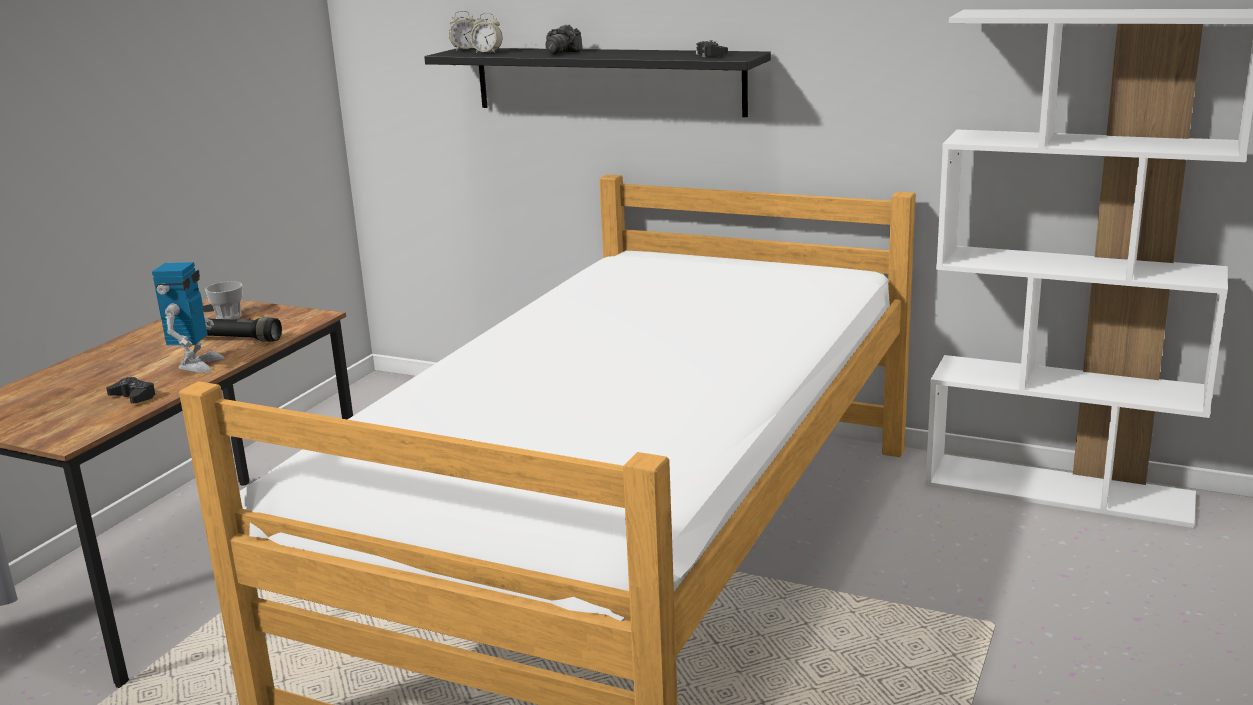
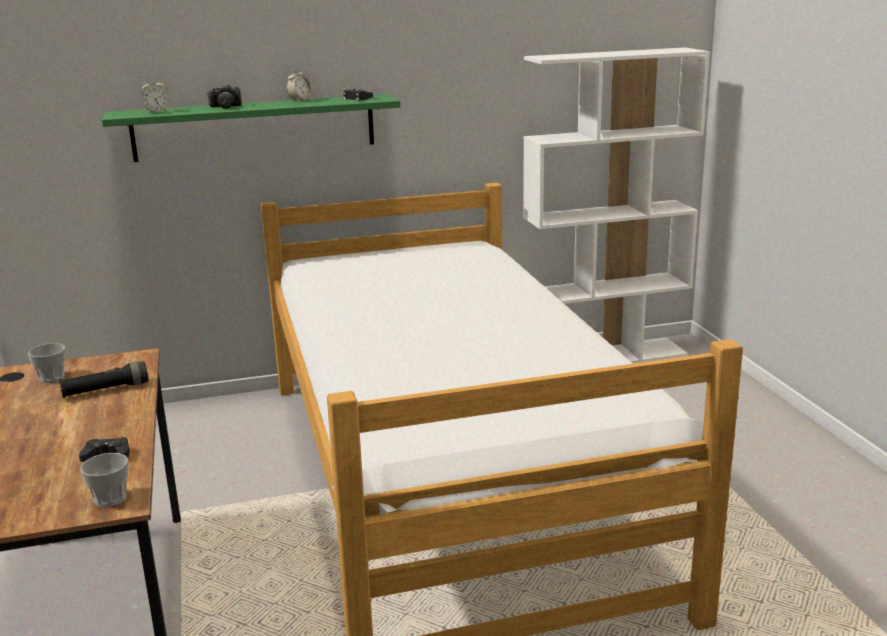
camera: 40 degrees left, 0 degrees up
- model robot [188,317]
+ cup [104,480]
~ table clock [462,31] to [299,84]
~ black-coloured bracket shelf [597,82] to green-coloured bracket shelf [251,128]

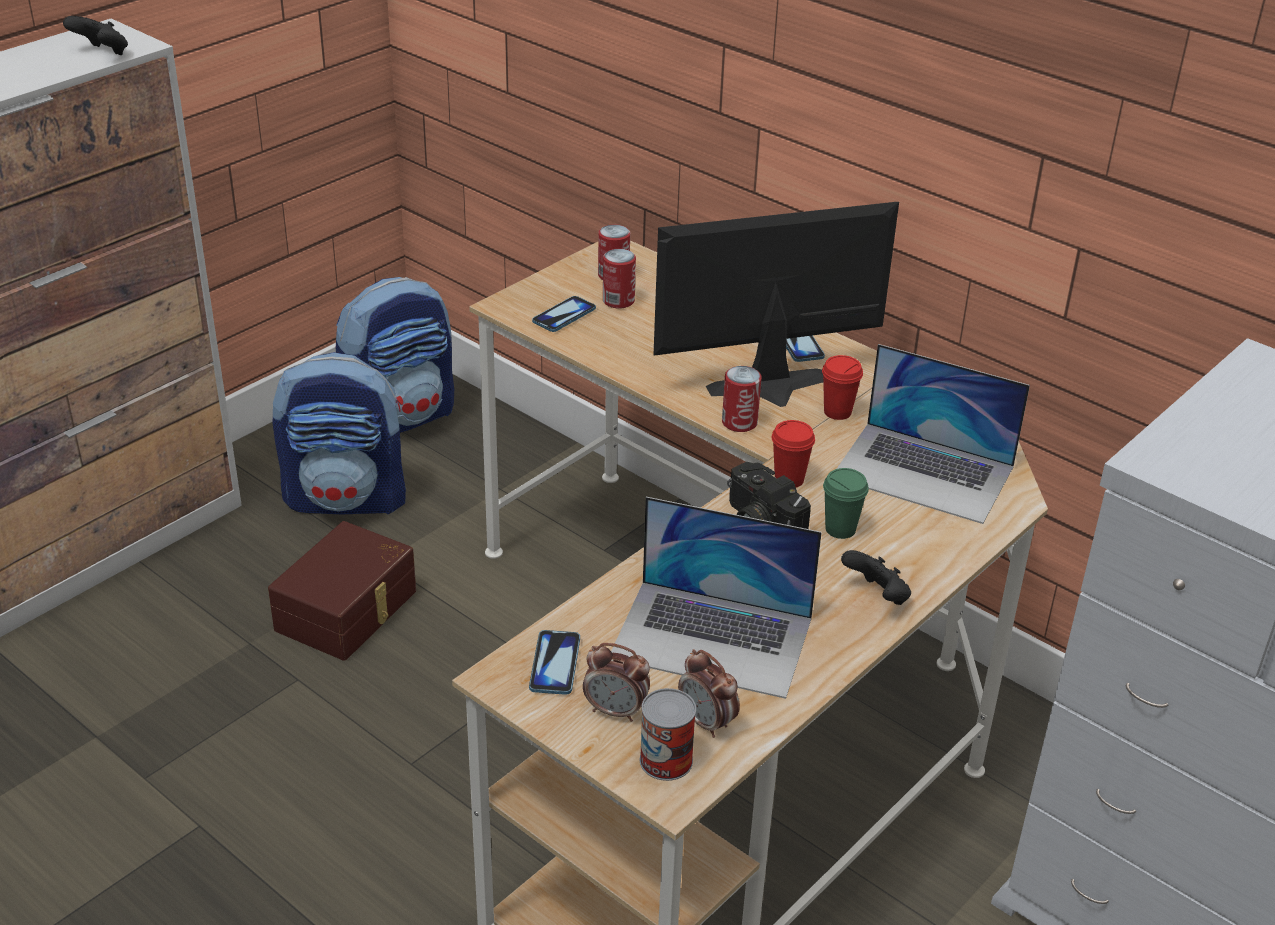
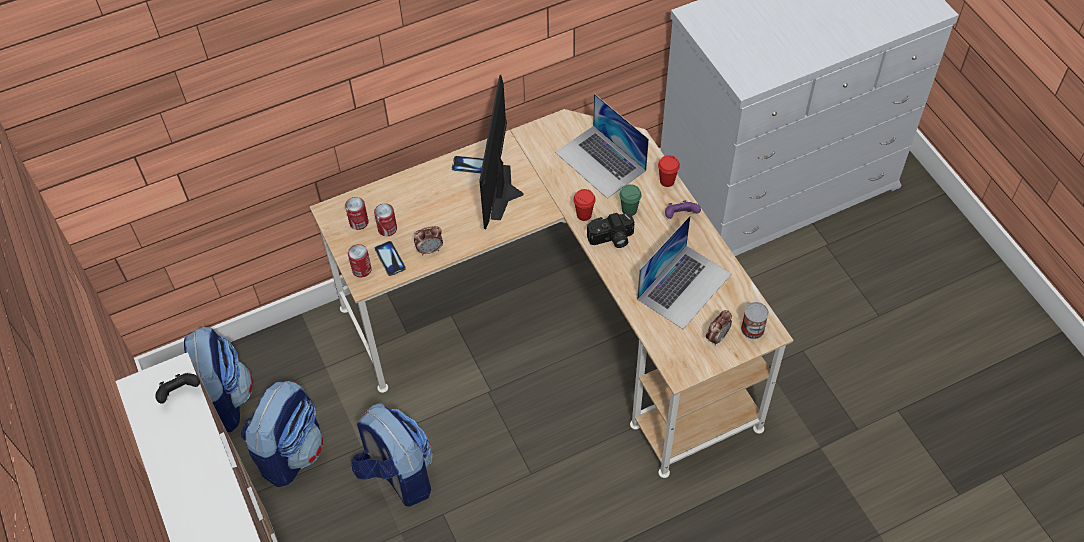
camera: 65 degrees left, 20 degrees up
- telephone [554,662]
~ table clock [709,693] to [428,241]
~ can [742,399] to [360,260]
~ reddish cup [842,387] to [669,171]
~ brown-coloured storage container [342,591] to rucksack [391,455]
~ black-coloured joypad [876,577] to purple-coloured joypad [683,209]
~ laptop [933,434] = [602,146] 90 degrees clockwise

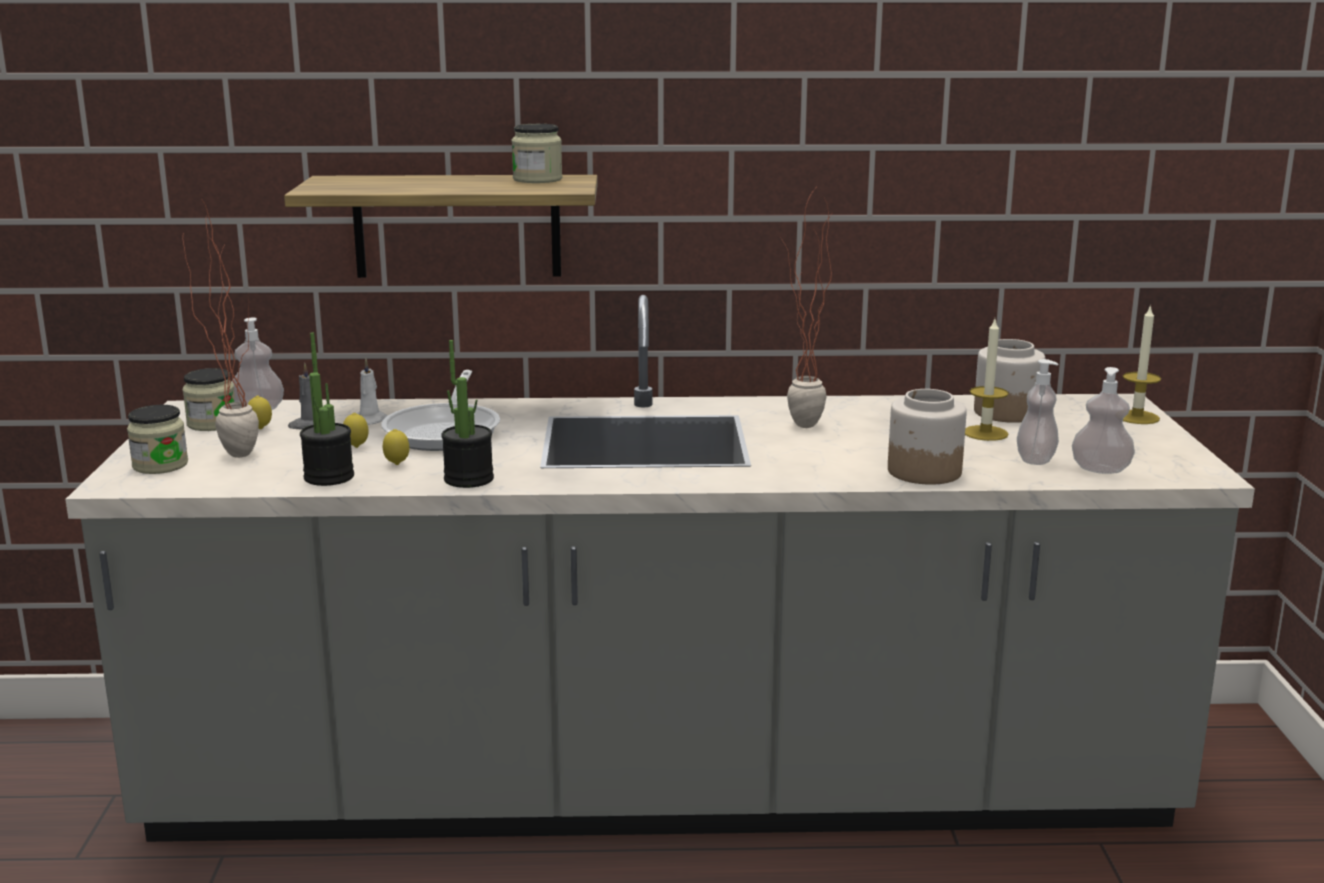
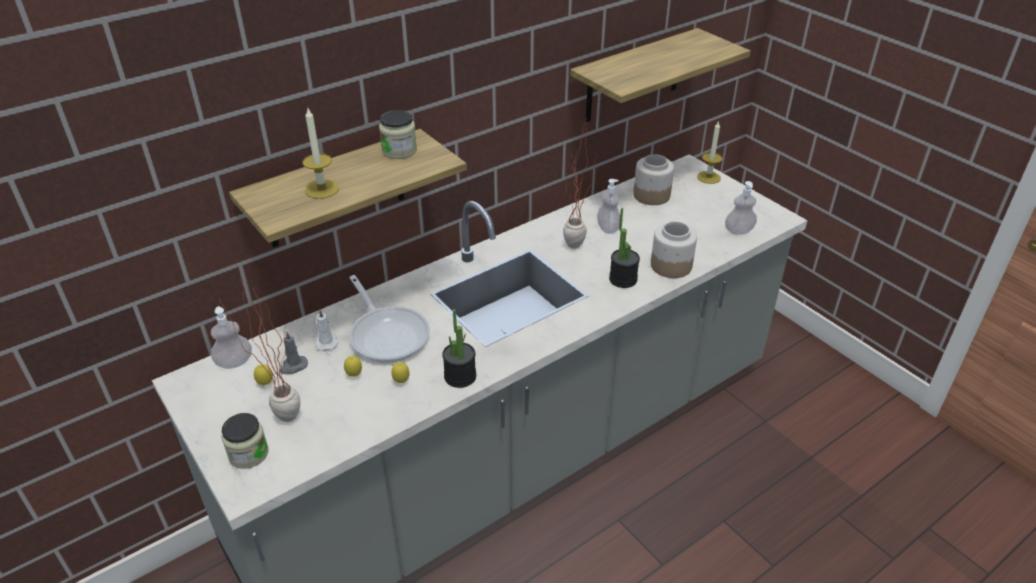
camera: 35 degrees left, 20 degrees up
- storage jar [209,399]
+ bracket shelf [660,75]
~ houseplant [327,409] to [624,248]
~ candle [987,380] to [320,153]
~ soap bottle [1038,412] to [608,206]

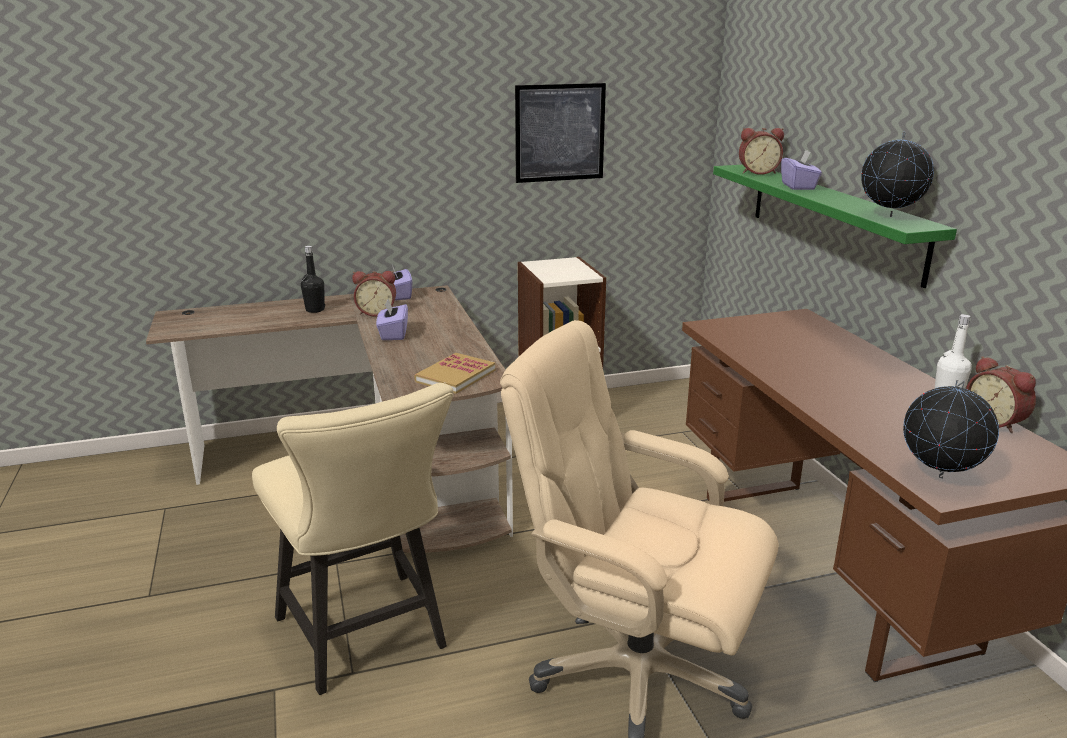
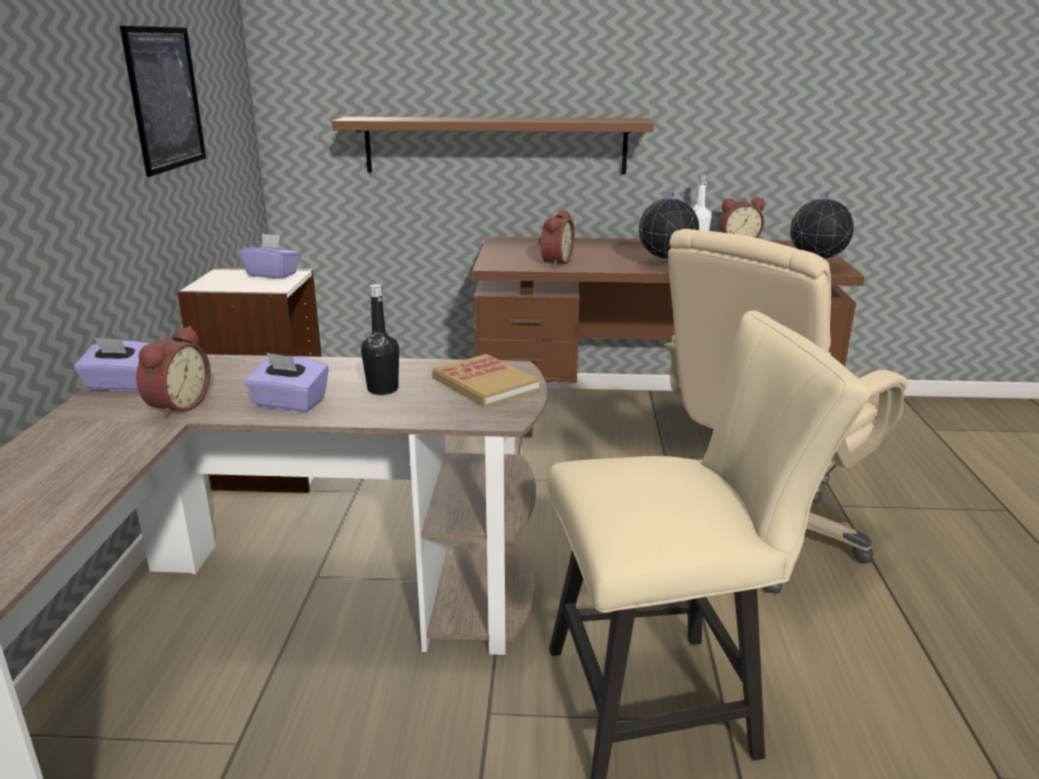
camera: 70 degrees left, 0 degrees up
~ black-coloured bottle [313,279] to [380,339]
~ table clock [761,151] to [557,238]
~ purple-coloured tissue box [801,170] to [269,256]
~ world globe [897,174] to [669,228]
~ green-coloured bracket shelf [835,226] to brown-coloured bracket shelf [493,145]

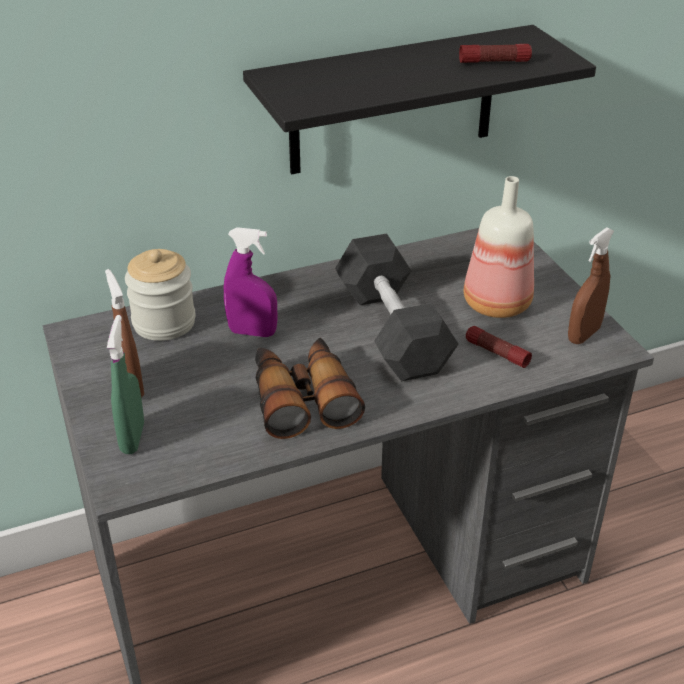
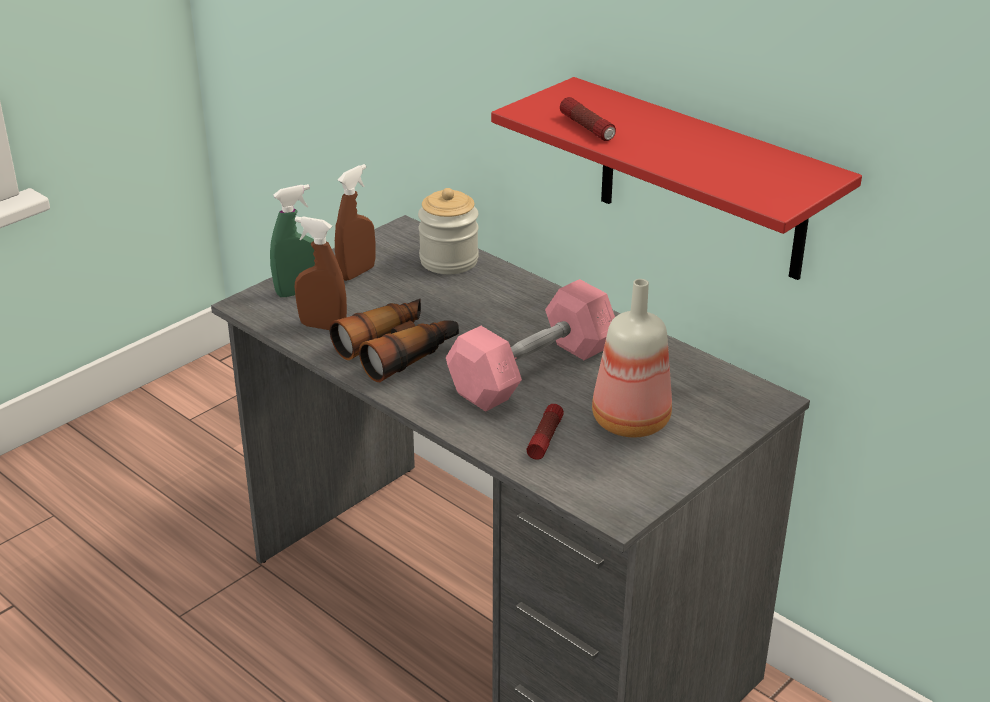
camera: 65 degrees right, 5 degrees down
- purple-coloured sprayer [250,282]
~ hand torch [495,53] to [588,119]
~ brown-coloured sprayer [591,285] to [321,273]
~ black-coloured bracket shelf [419,99] to reddish bracket shelf [676,178]
~ grey free weight [396,307] to pink-coloured free weight [530,345]

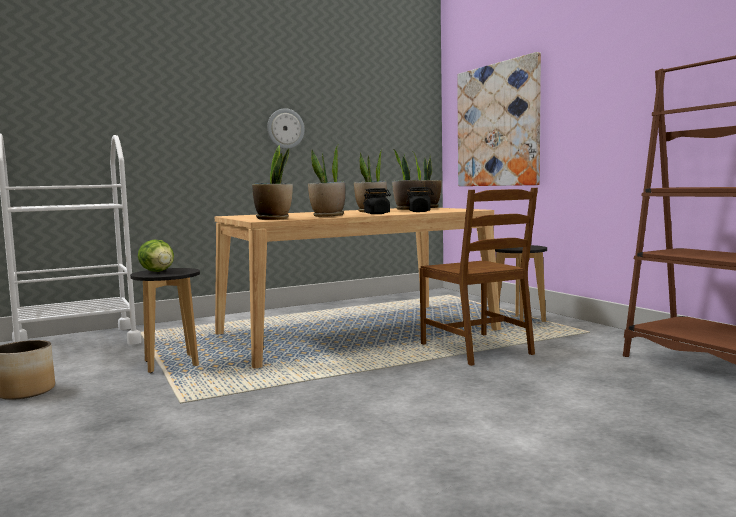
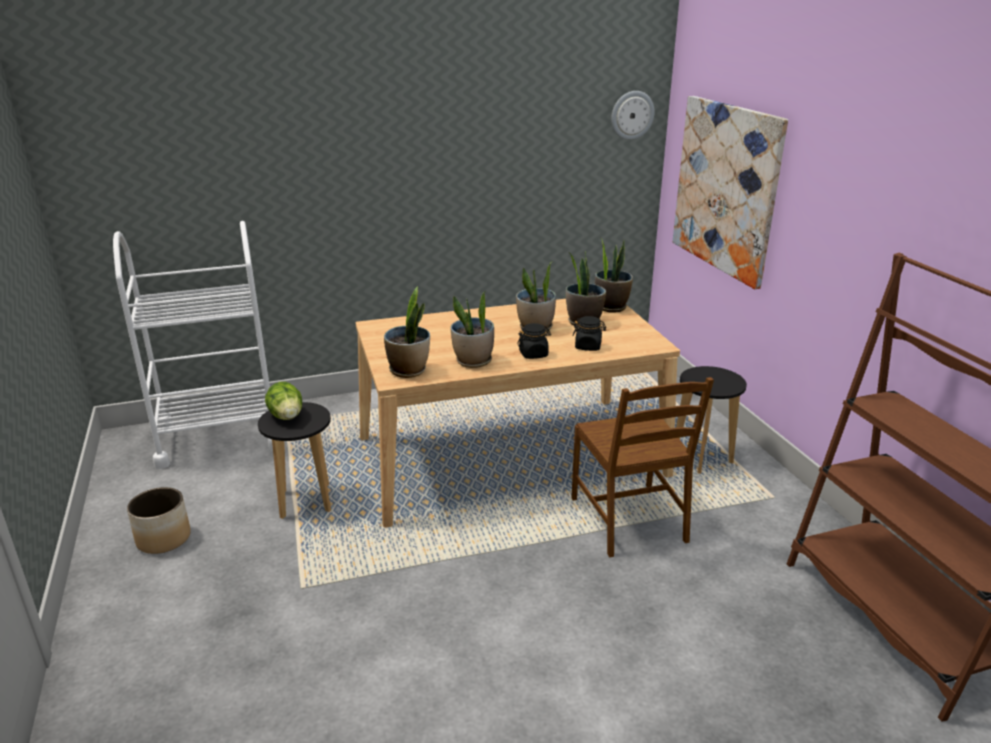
camera: 10 degrees right, 20 degrees up
~ wall clock [286,128] to [633,115]

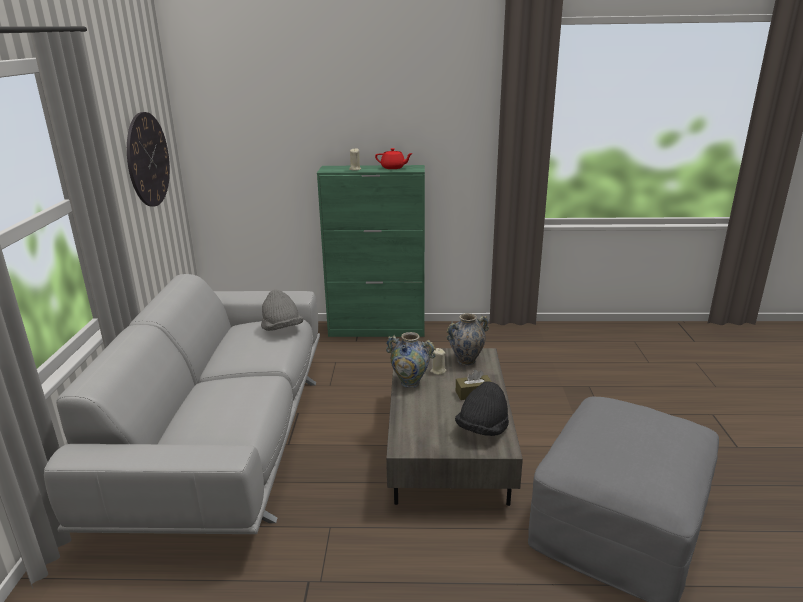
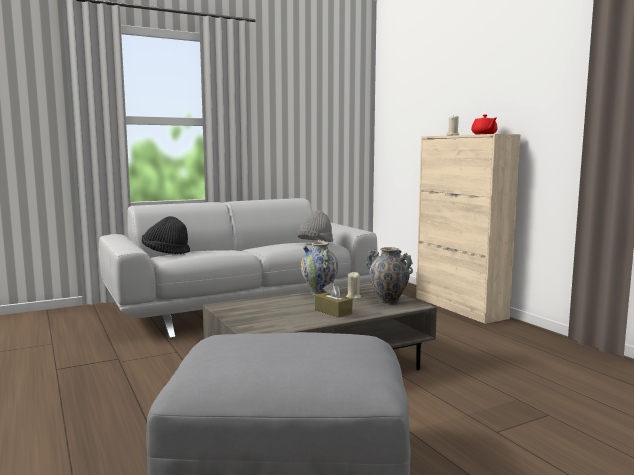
camera: 60 degrees right, 15 degrees down
- wall clock [148,159]
~ black-coloured hat [482,408] to [166,235]
~ green-coloured storage cabinet [371,251] to beige-coloured storage cabinet [468,229]

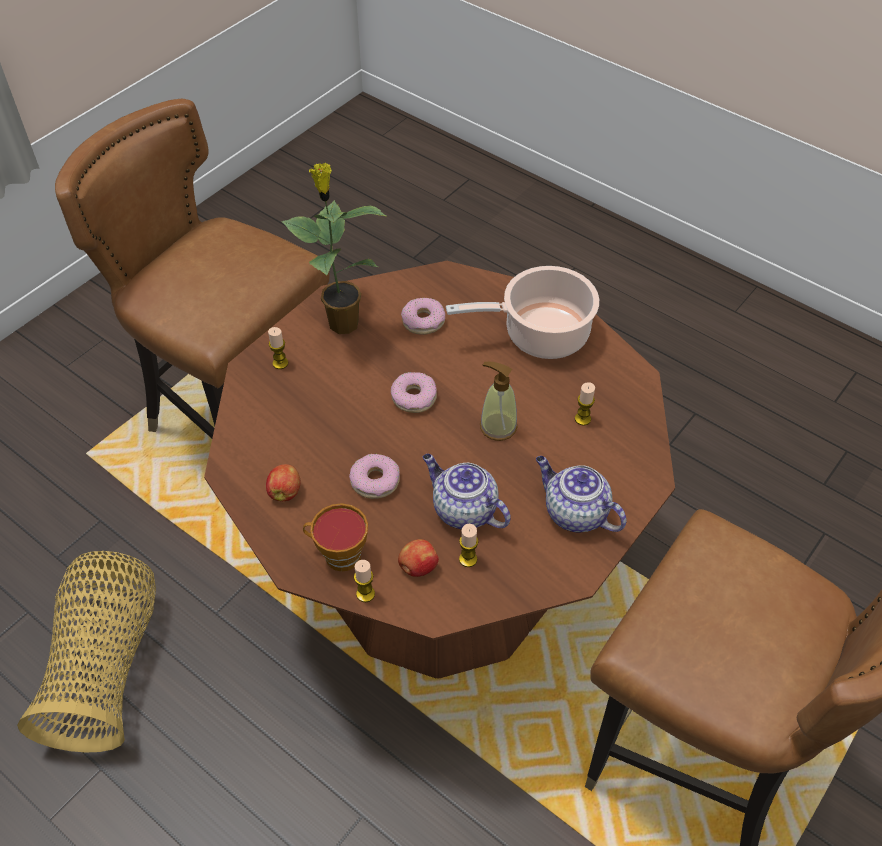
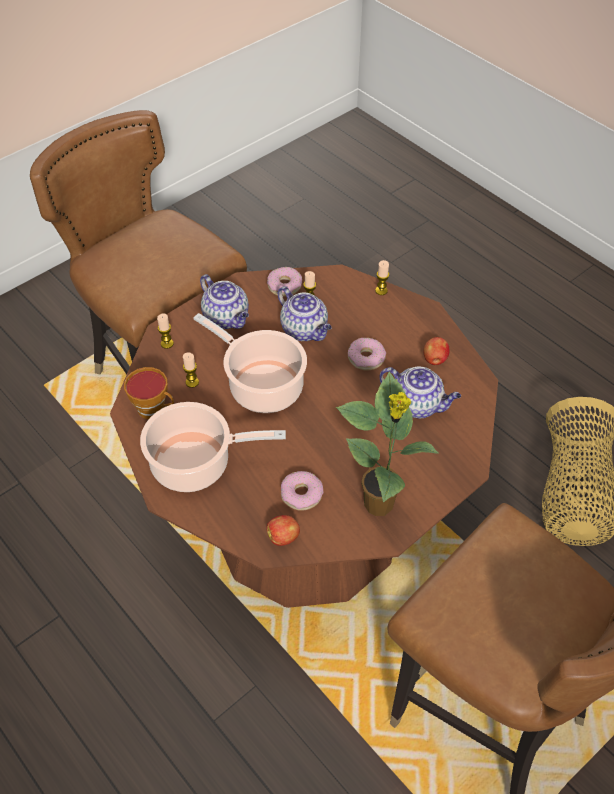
camera: 170 degrees left, 0 degrees up
+ tea pot [420,392]
~ candle [278,348] to [165,331]
~ cup [335,537] to [149,393]
~ donut [414,392] to [284,282]
~ apple fruit [418,558] to [283,530]
~ soap bottle [499,401] to cooking pot [250,363]

